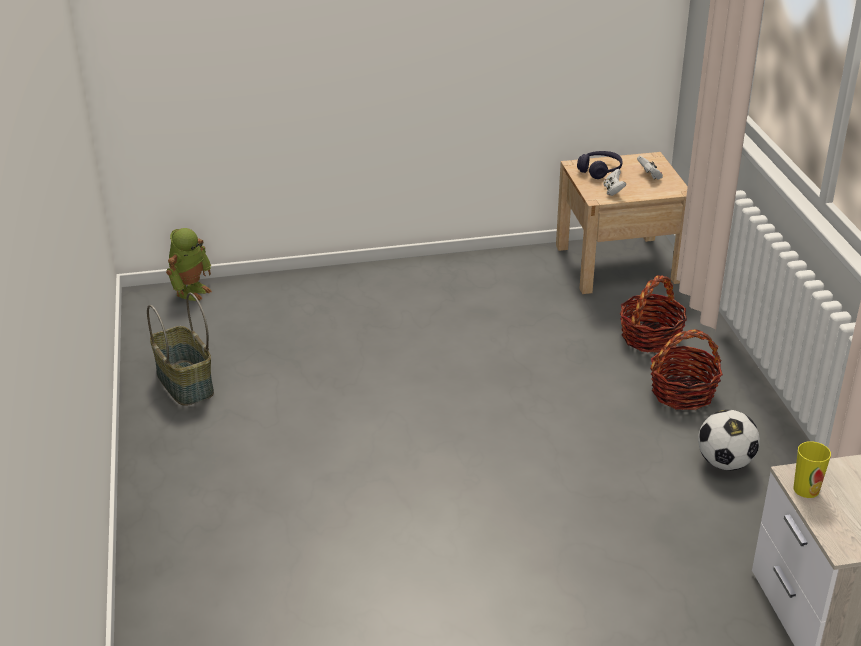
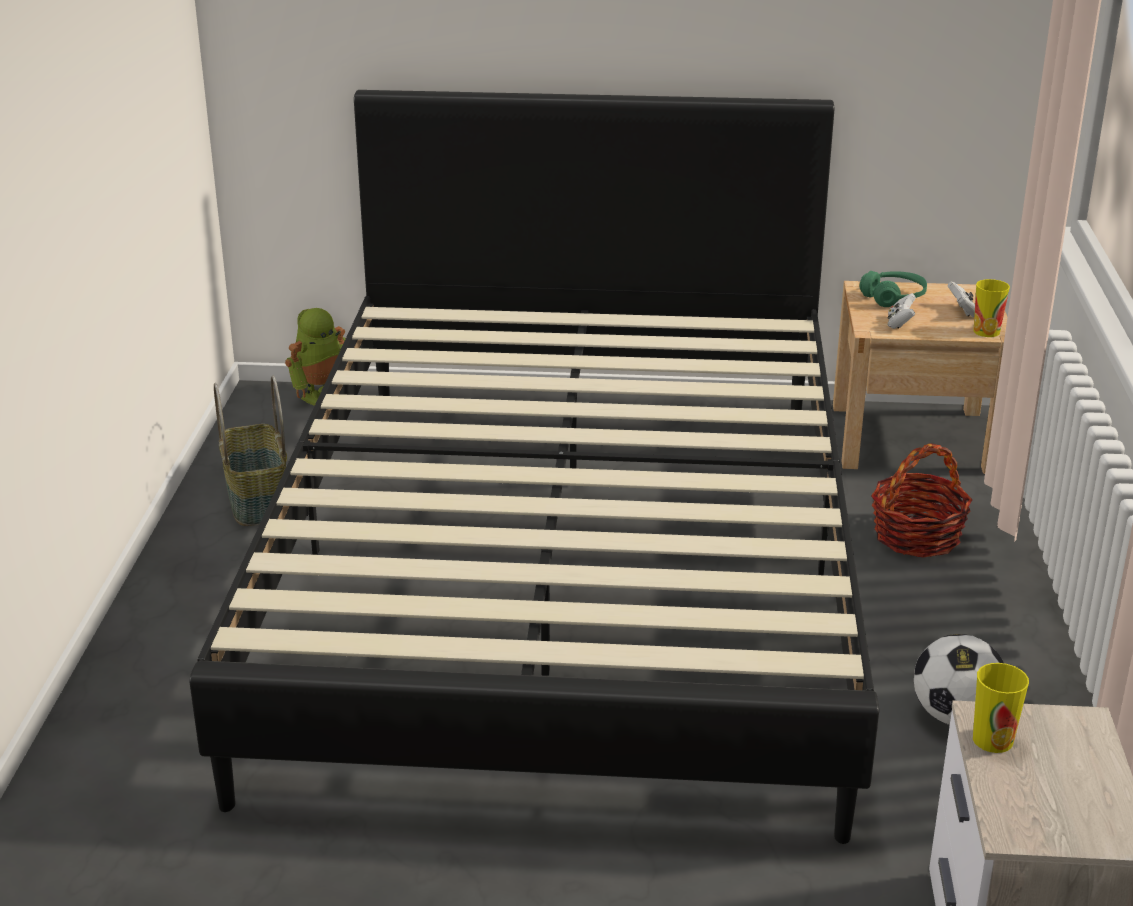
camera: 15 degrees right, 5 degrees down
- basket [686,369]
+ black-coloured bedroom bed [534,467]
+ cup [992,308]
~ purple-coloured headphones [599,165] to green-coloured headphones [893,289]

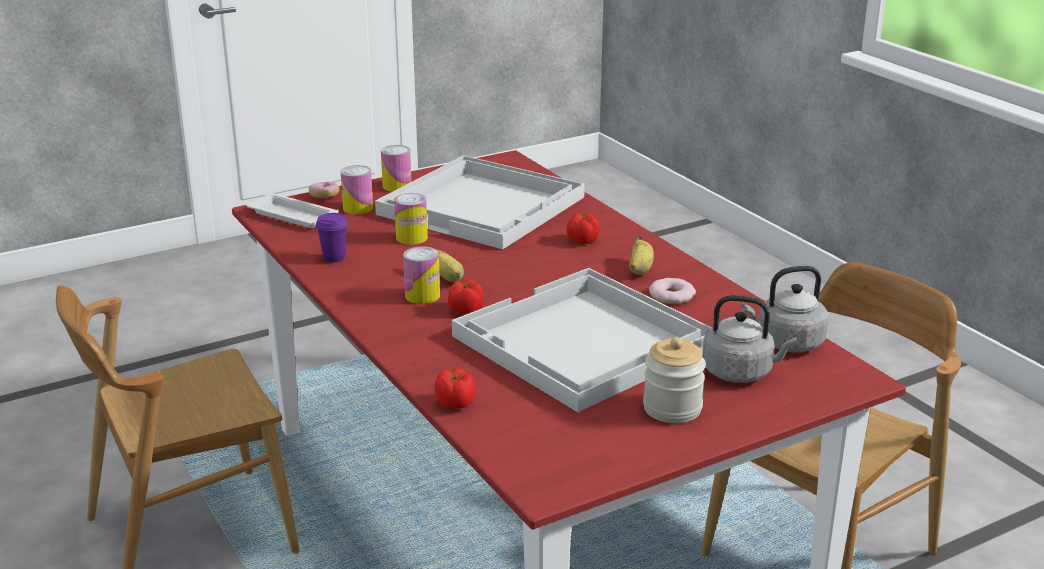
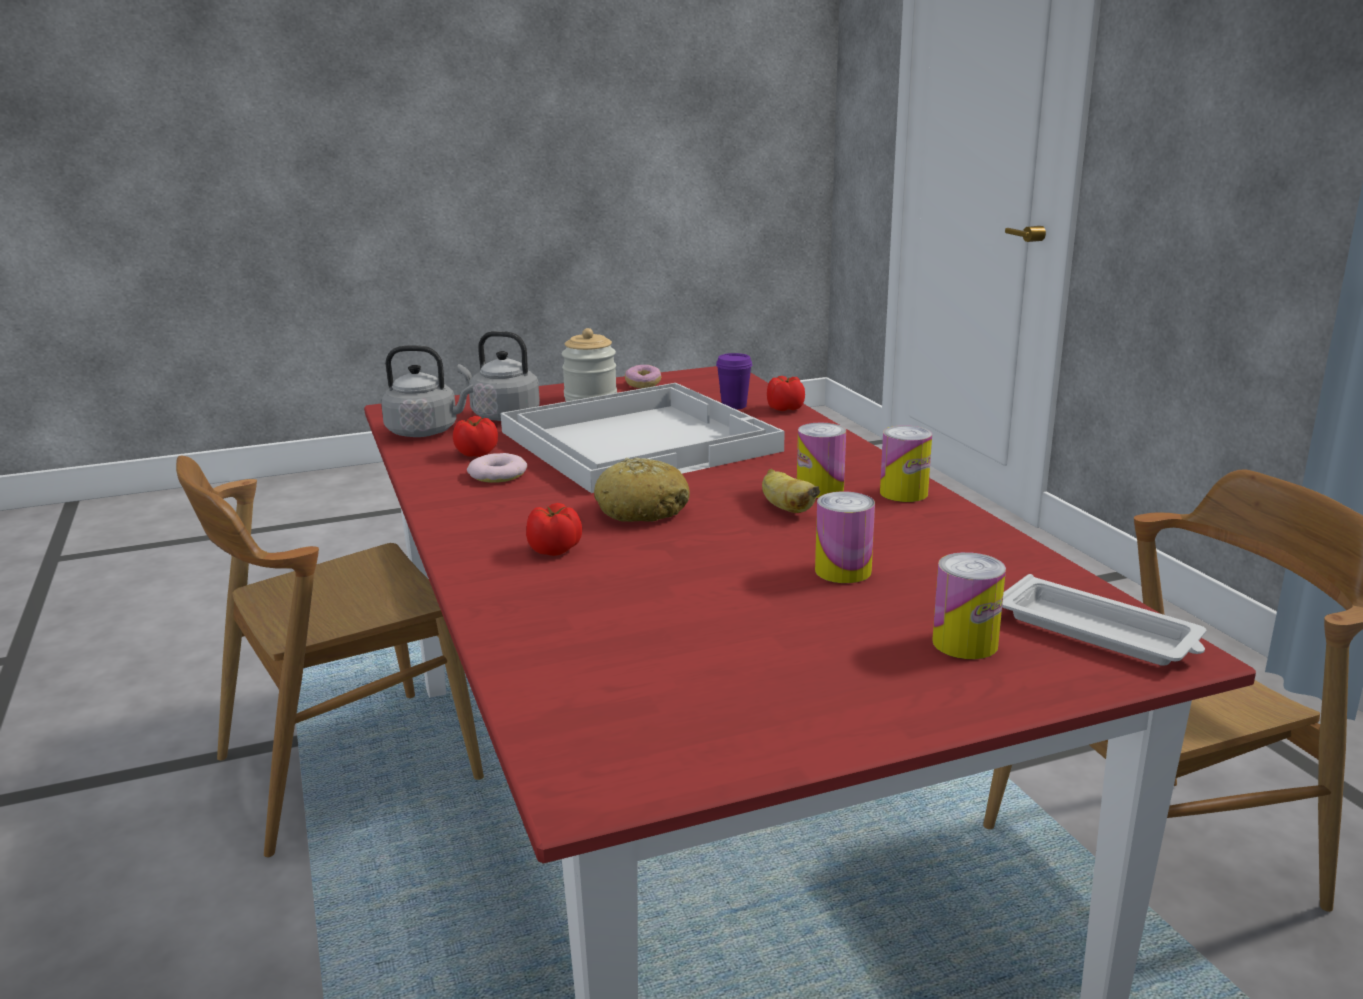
camera: 170 degrees left, 5 degrees down
- whitish carrying tray [480,202]
- whole banana [641,255]
+ bread [642,490]
~ donut [324,190] to [643,376]
~ purple-coloured cup [332,238] to [734,381]
~ can [396,168] to [906,463]
~ tomato [466,297] to [475,436]

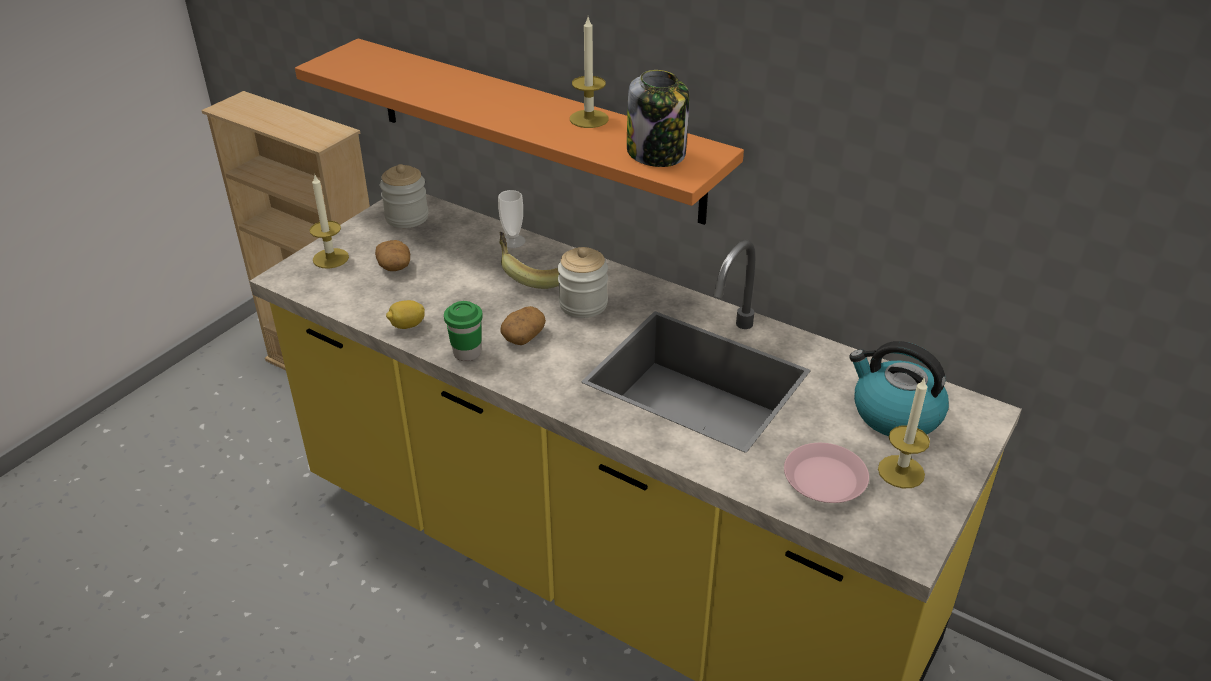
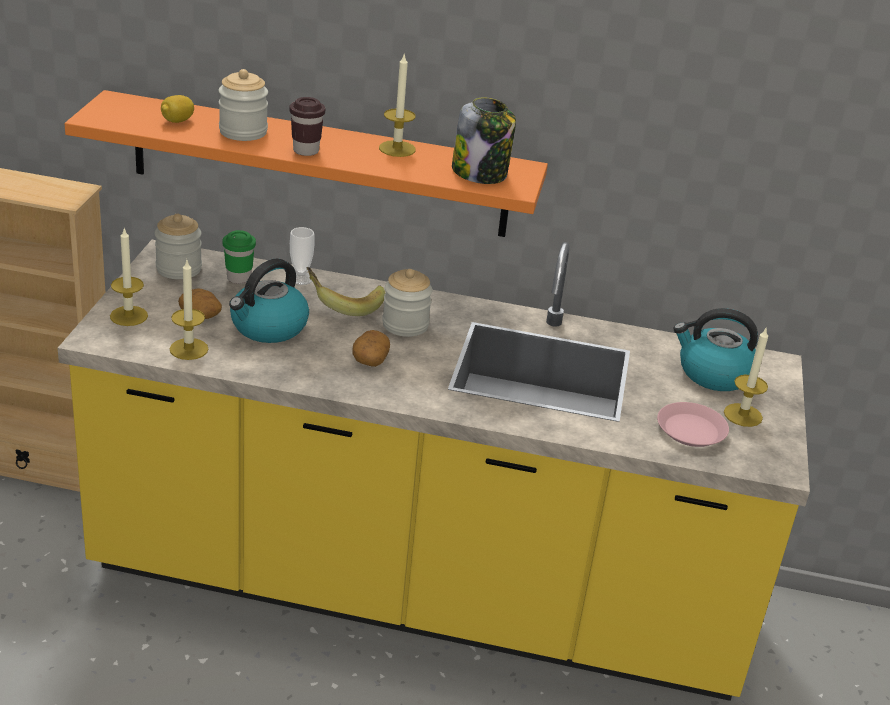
camera: 25 degrees left, 5 degrees down
+ candle [189,310]
+ storage jar [243,105]
+ tea kettle [269,300]
+ brown-coloured cup [307,126]
~ lemon [405,314] to [177,109]
~ green-coloured cup [463,331] to [239,257]

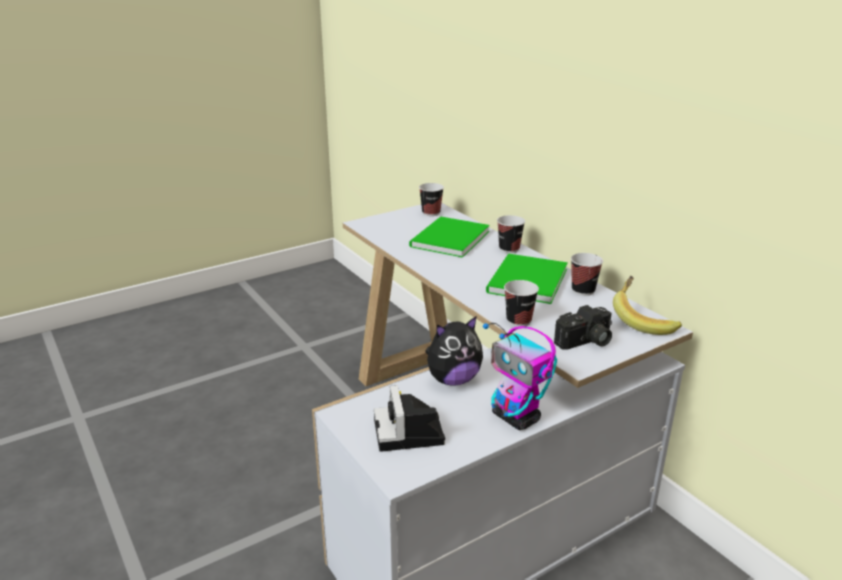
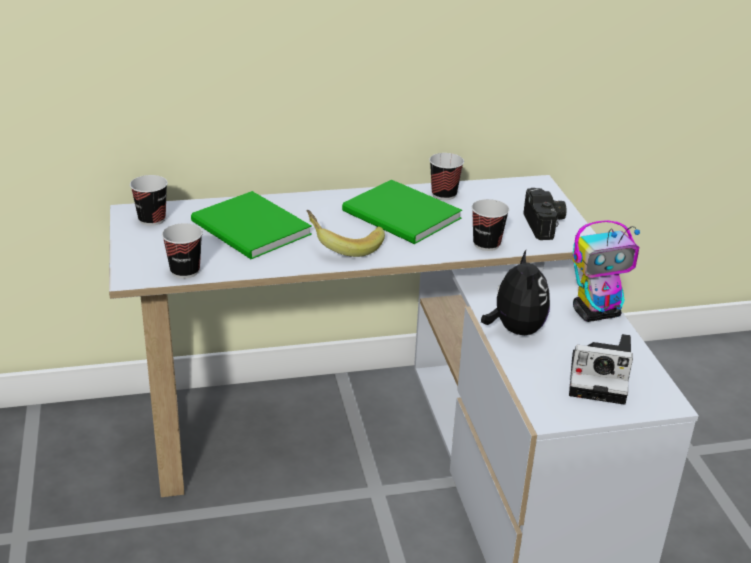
camera: 70 degrees left, 5 degrees up
~ cup [511,234] to [182,250]
~ whole banana [647,305] to [345,233]

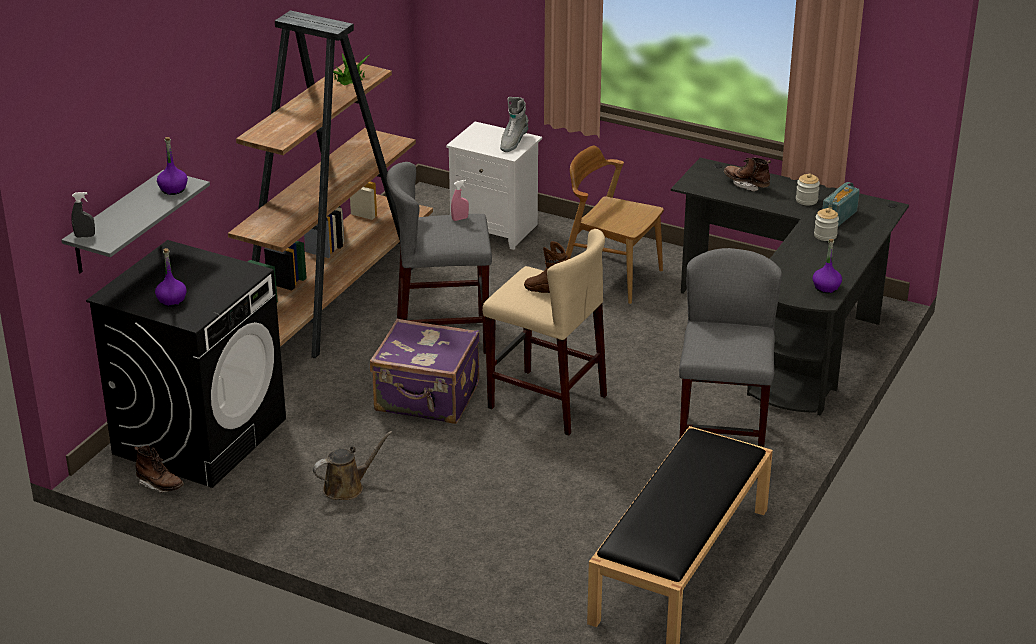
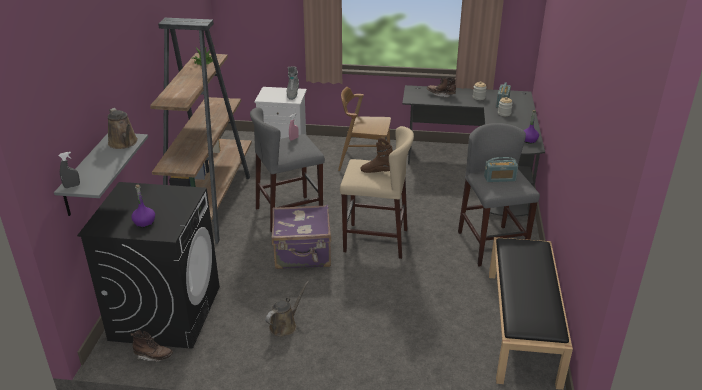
camera: 20 degrees left, 0 degrees up
+ radio receiver [501,169]
~ purple-coloured bottle [172,166] to brown-coloured watering can [123,128]

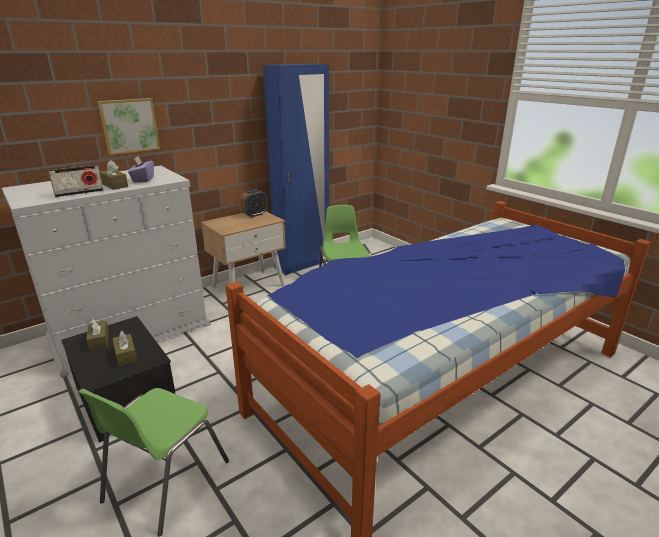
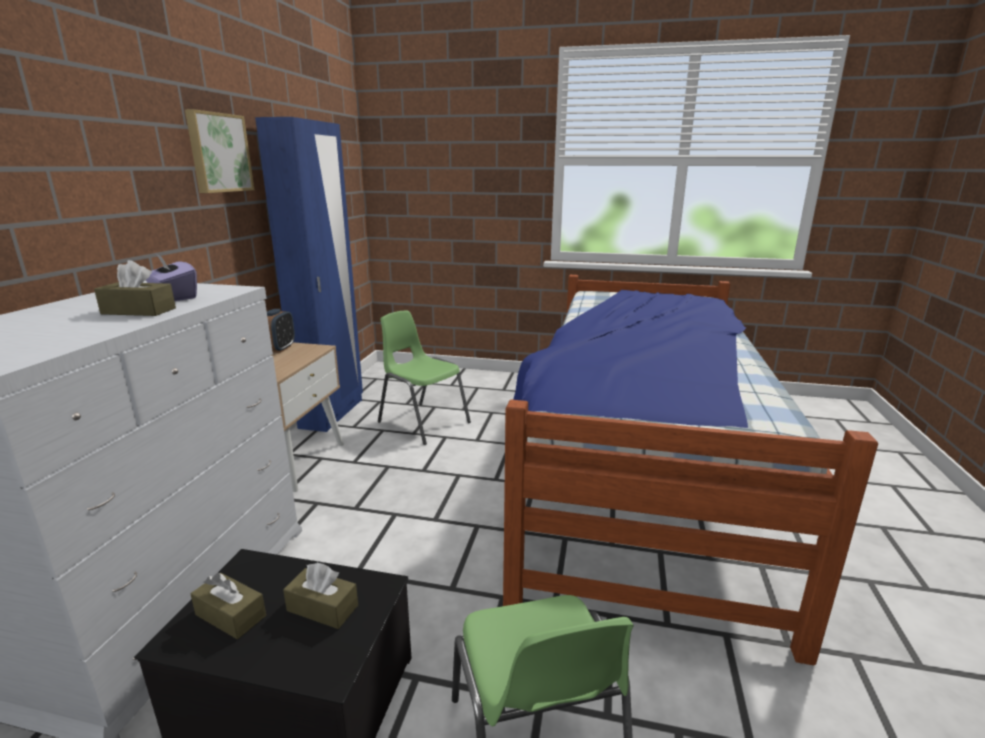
camera: 40 degrees left, 5 degrees down
- radio receiver [75,181]
~ picture [129,126] to [219,151]

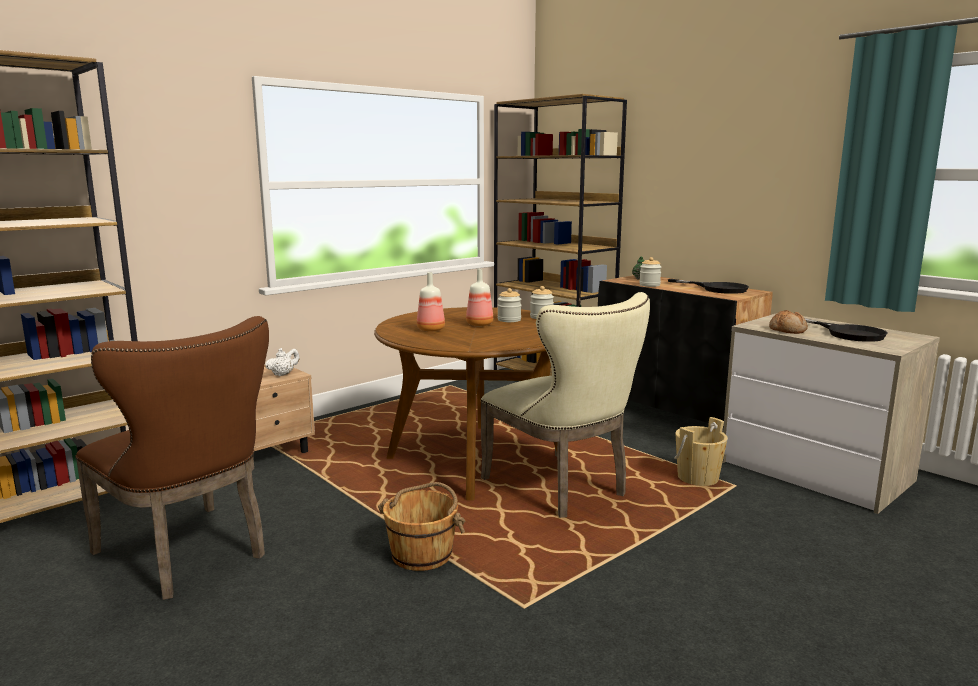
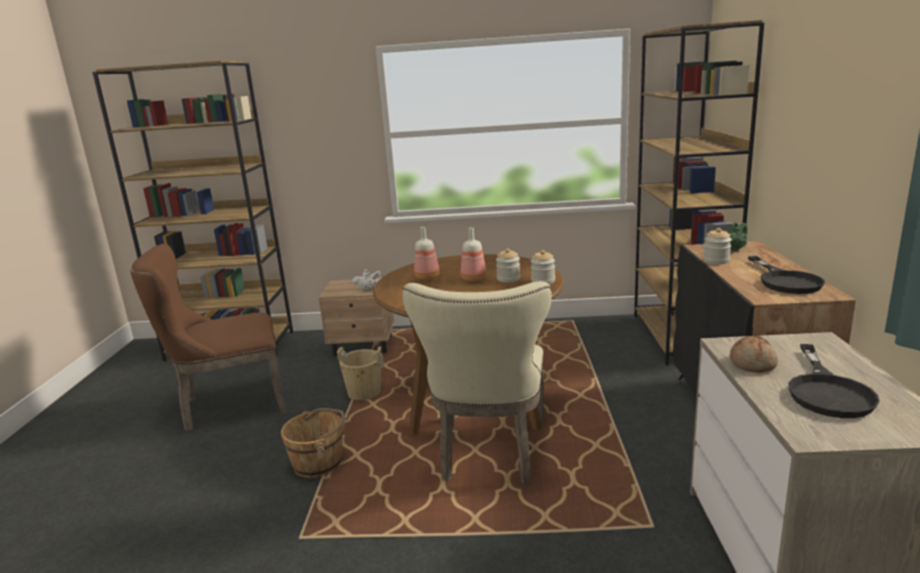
camera: 45 degrees right, 5 degrees up
~ beige-coloured pail [701,451] to [360,373]
~ brown-coloured chair [172,458] = [209,337] 75 degrees clockwise

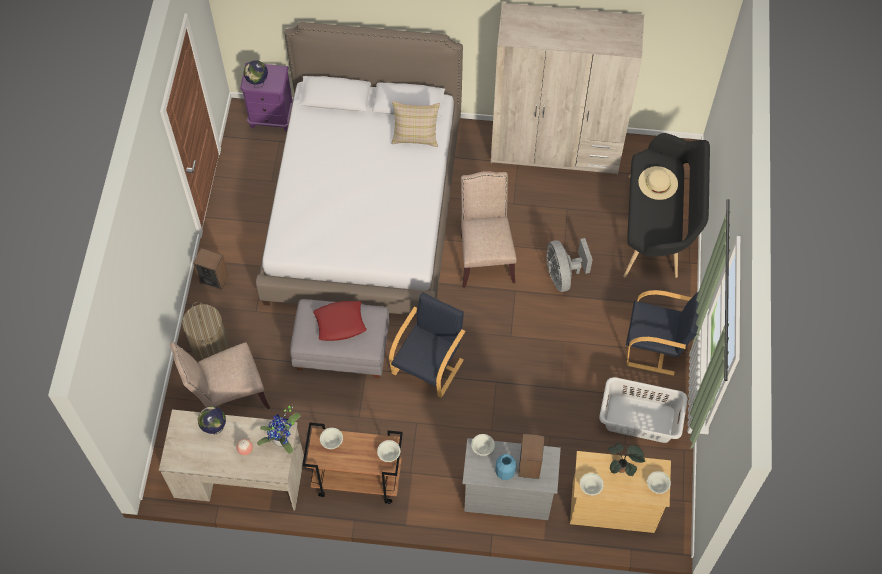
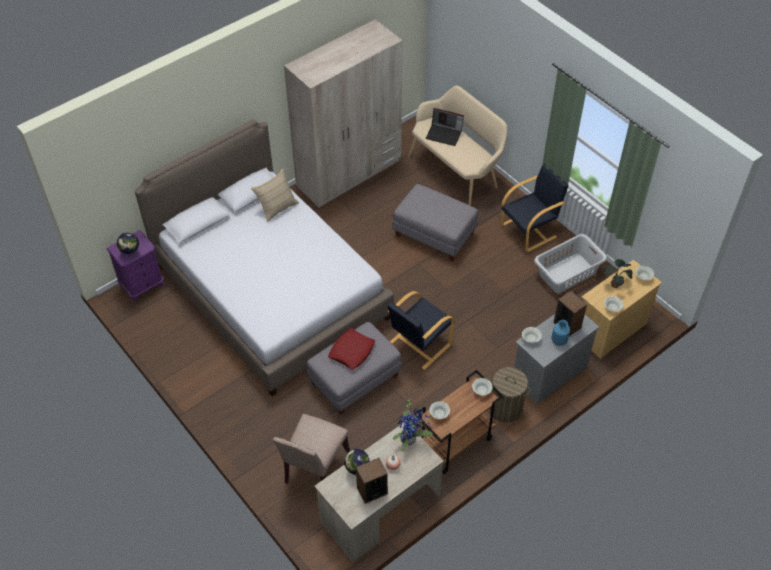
camera: 45 degrees left, 10 degrees down
- beige-coloured chair [488,229]
~ washing basket [205,331] to [510,394]
~ audio speaker [211,269] to [372,481]
~ grey cooling fan [569,265] to grey pouffe [435,223]
~ beige-coloured hat [658,183] to laptop [445,127]
~ black-coloured long seat [667,205] to beige-coloured long seat [457,145]
~ black-coloured easy chair [427,345] = [421,330] 120 degrees counterclockwise

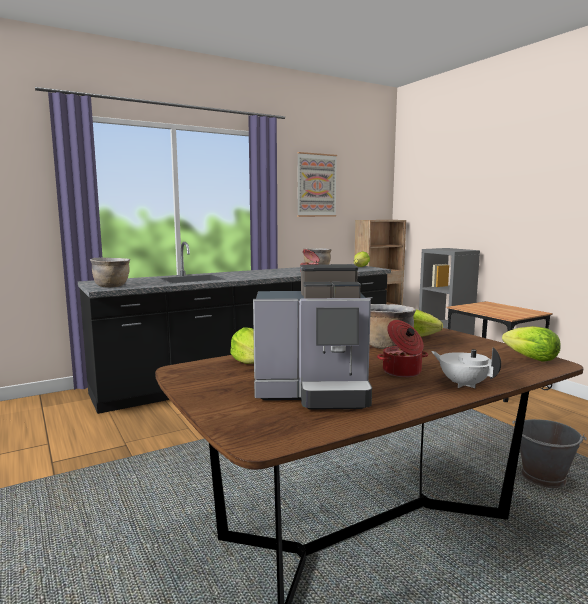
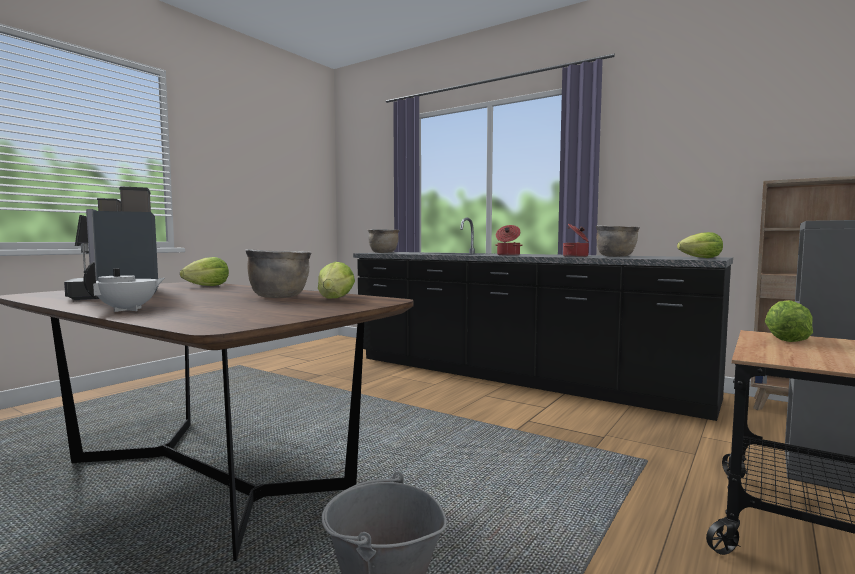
camera: 65 degrees right, 5 degrees down
- picture [317,184]
~ cooking pot [402,348] to [508,240]
~ lettuce head [531,344] to [789,321]

